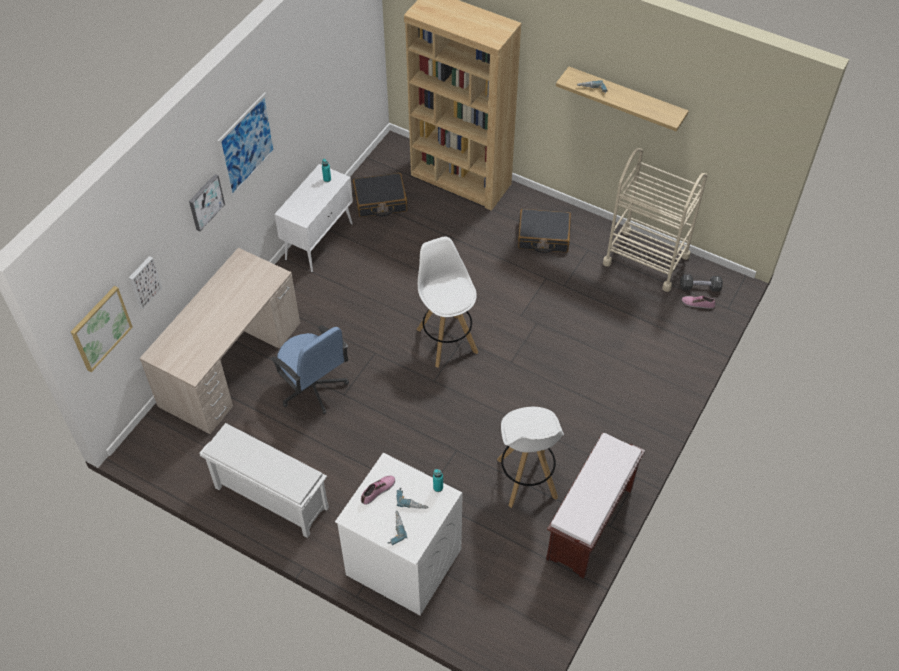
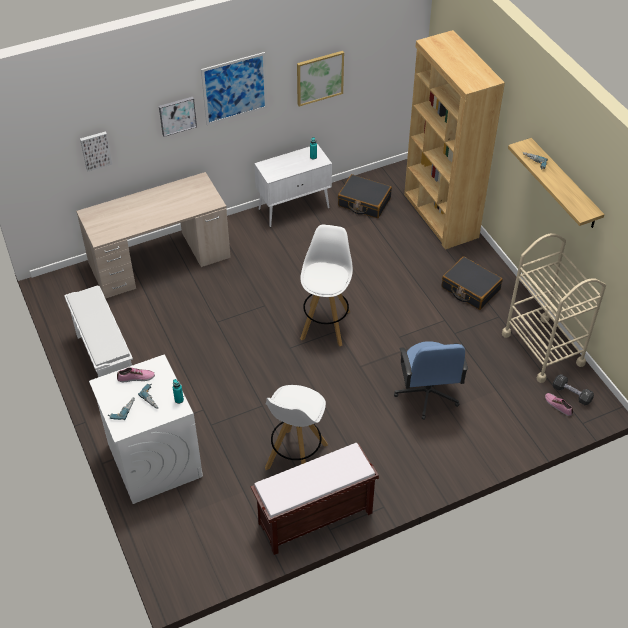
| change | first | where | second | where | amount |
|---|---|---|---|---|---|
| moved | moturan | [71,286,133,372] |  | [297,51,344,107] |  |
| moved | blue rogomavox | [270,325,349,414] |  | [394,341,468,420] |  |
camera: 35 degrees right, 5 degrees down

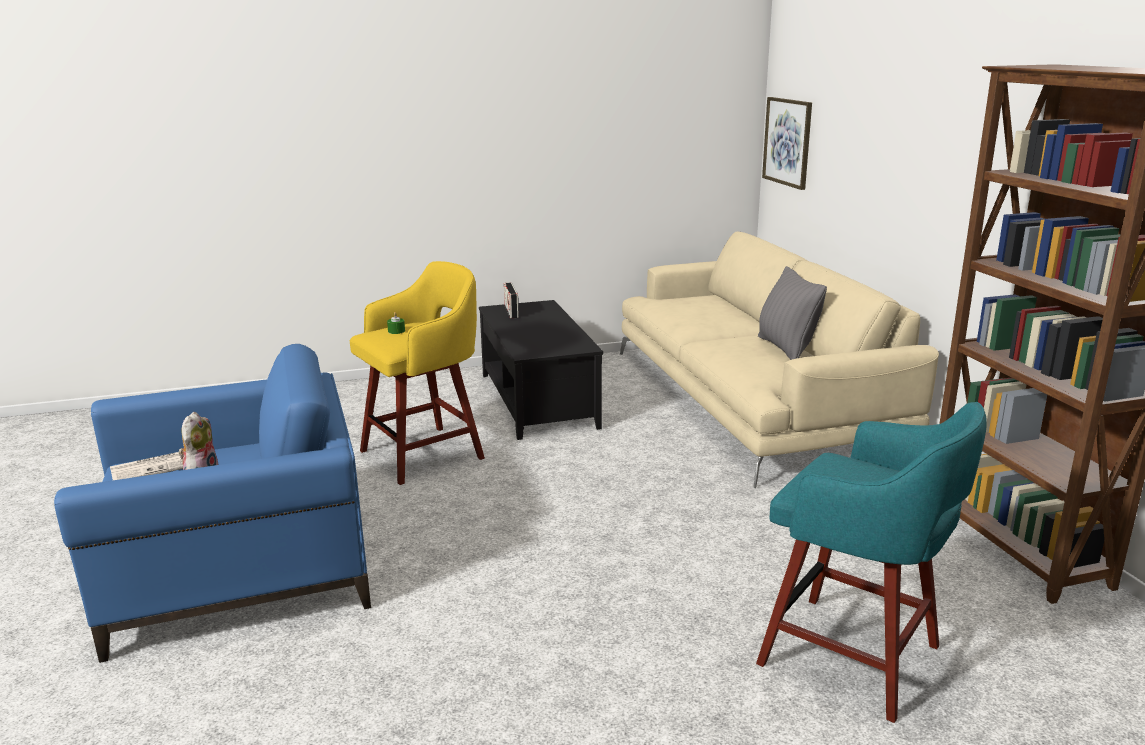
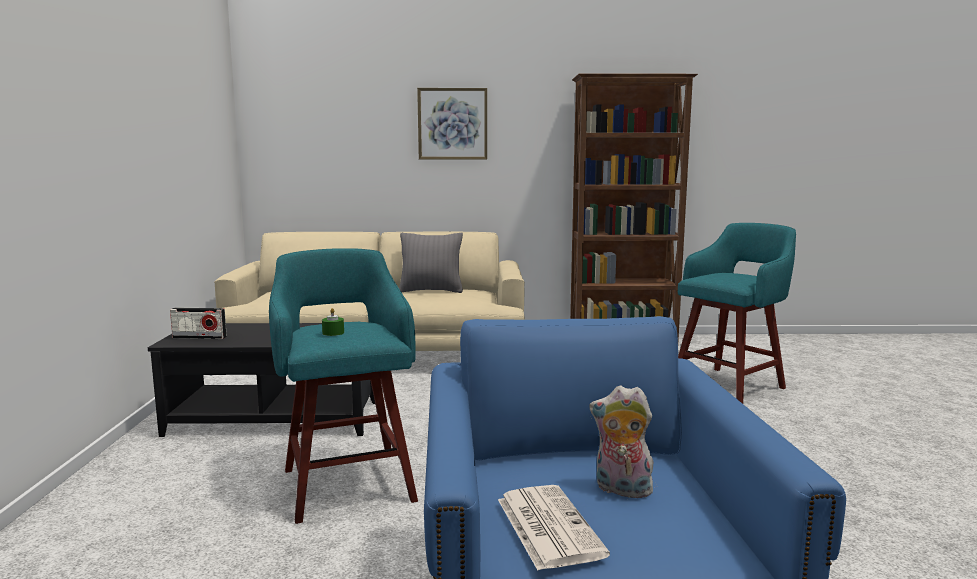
| change | first | where | second | where | amount |
|---|---|---|---|---|---|
| recoloured | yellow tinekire | [350,261,485,485] | turquoise tinekire | [269,248,418,524] |  |
| moved | moturan | [762,97,812,190] |  | [417,88,487,159] |  |
camera: 75 degrees left, 10 degrees down

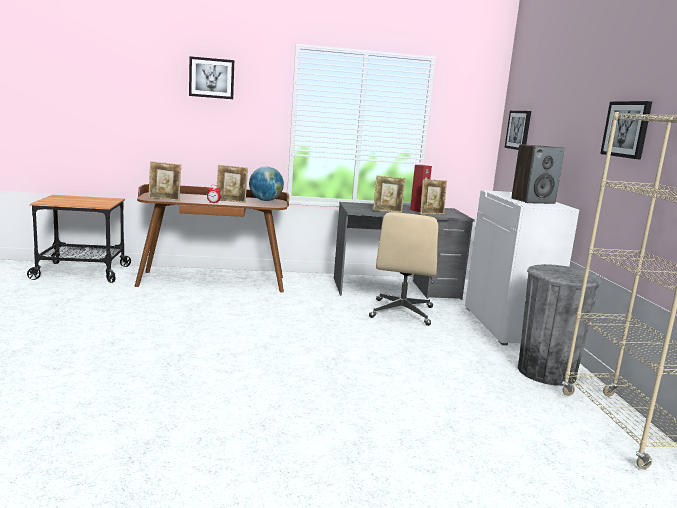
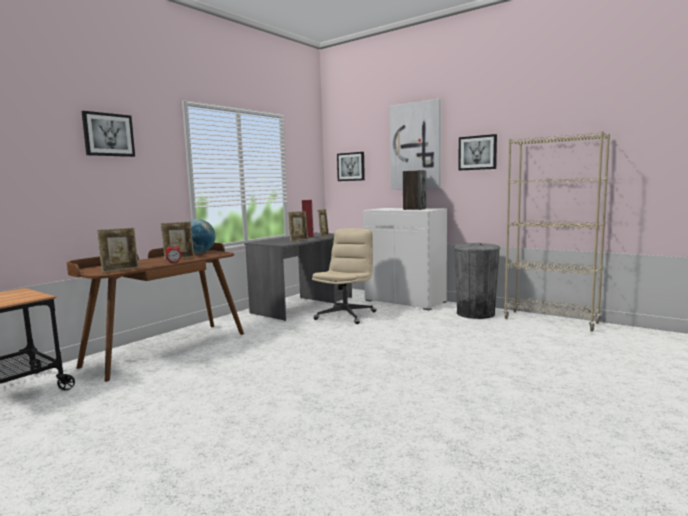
| change | first | where | second | where | amount |
|---|---|---|---|---|---|
| turned | beige rogomavox | [369,212,438,326] |  | [312,228,376,324] | 120 degrees counterclockwise |
| added |  |  | moturan | [390,98,441,190] |  |
camera: 45 degrees left, 5 degrees down

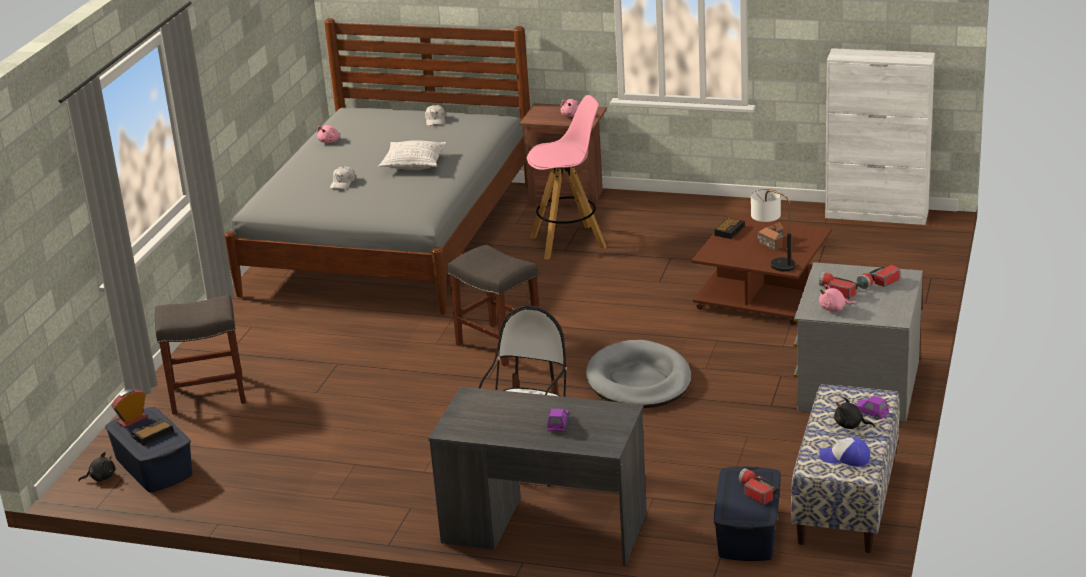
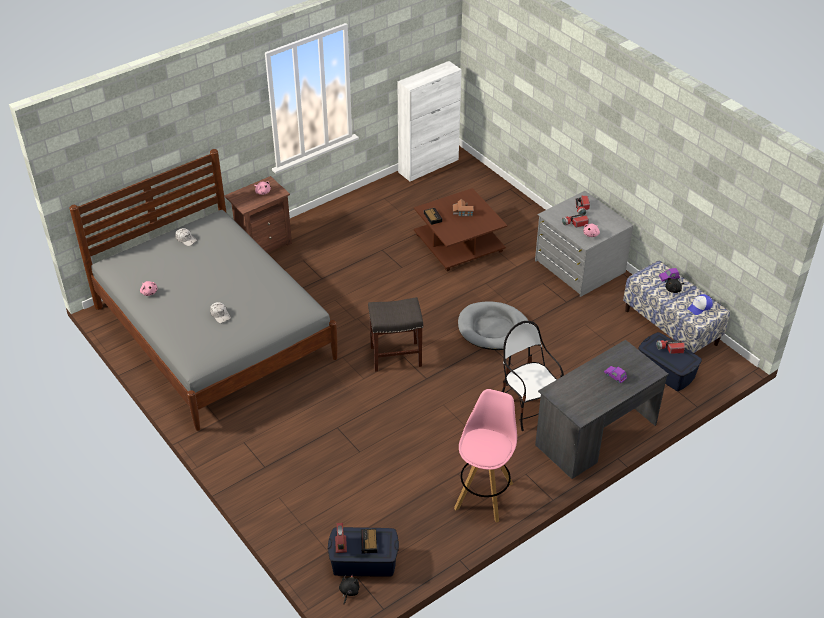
| change | first | where | second | where | amount |
|---|---|---|---|---|---|
| moved | pink tinekire | [527,95,607,260] |  | [454,389,517,523] |  |
| removed | grey tinekire | [155,295,246,415] |  |  |  |
| removed | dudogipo | [378,140,447,170] |  |  |  |
| removed | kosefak | [751,189,796,272] |  |  |  |
camera: 55 degrees left, 15 degrees up

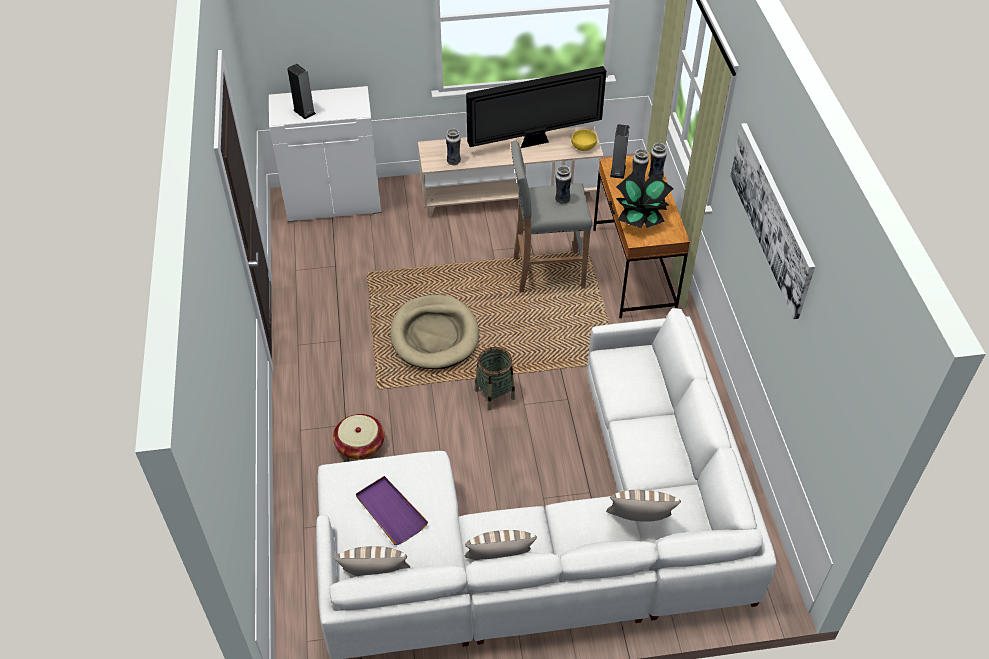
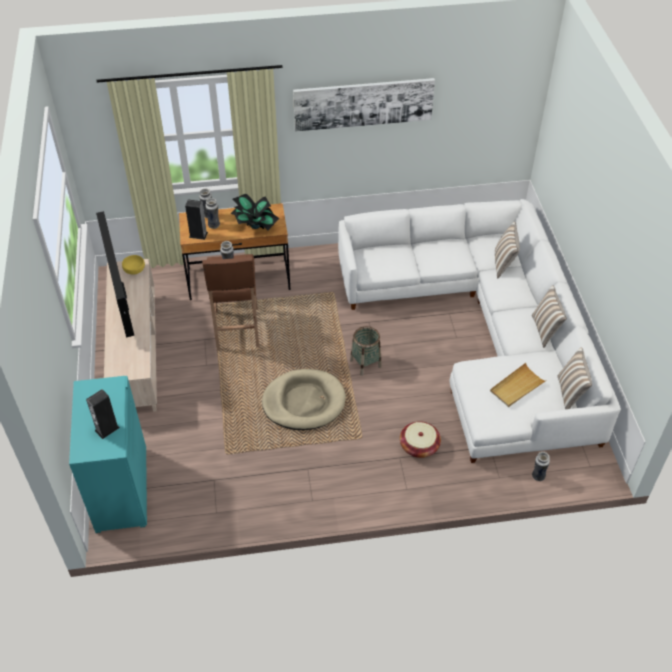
| change | first | where | second | where | amount |
|---|---|---|---|---|---|
| recoloured | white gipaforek | [269,86,381,222] | turquoise gipaforek | [69,376,147,533] |  |
| recoloured | grey tinekire | [511,140,592,292] | brown tinekire | [202,254,259,351] |  |
| recoloured | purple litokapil | [356,476,428,545] | beige litokapil | [490,363,547,407] |  |
| moved | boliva | [446,128,461,165] |  | [532,452,550,481] |  |
camera: 90 degrees left, 0 degrees up

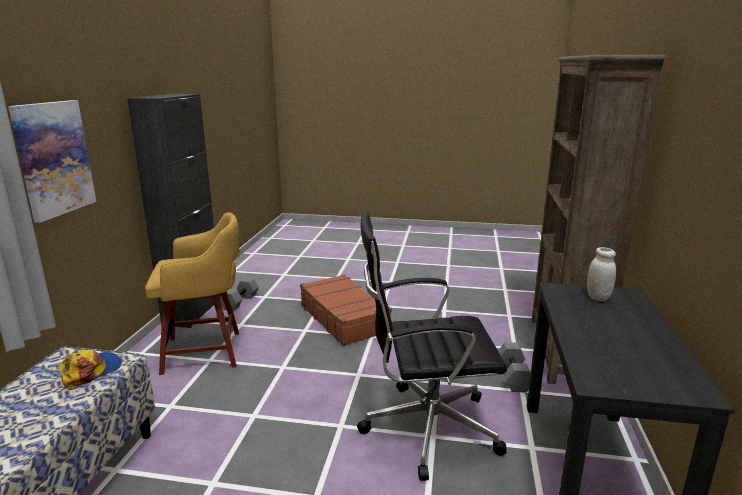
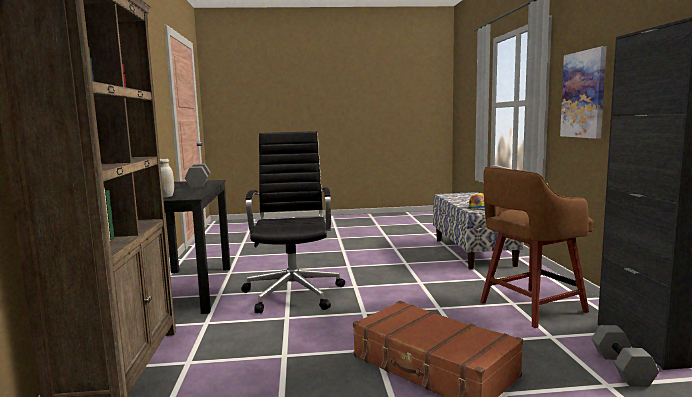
| change | first | where | second | where | amount |
|---|---|---|---|---|---|
| moved | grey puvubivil | [498,342,531,392] |  | [185,163,211,188] |  |
| turned | black rogomavox | [357,211,507,481] |  | [241,131,345,313] | 75 degrees counterclockwise |
| recoloured | yellow tinekire | [145,212,239,375] | brown tinekire | [480,167,593,328] |  |
camera: 165 degrees right, 10 degrees down

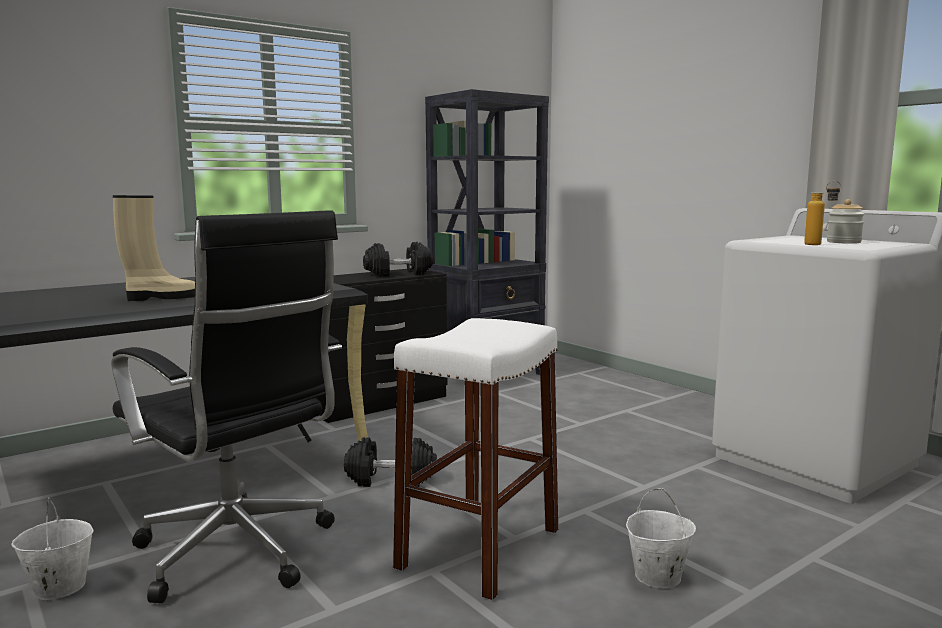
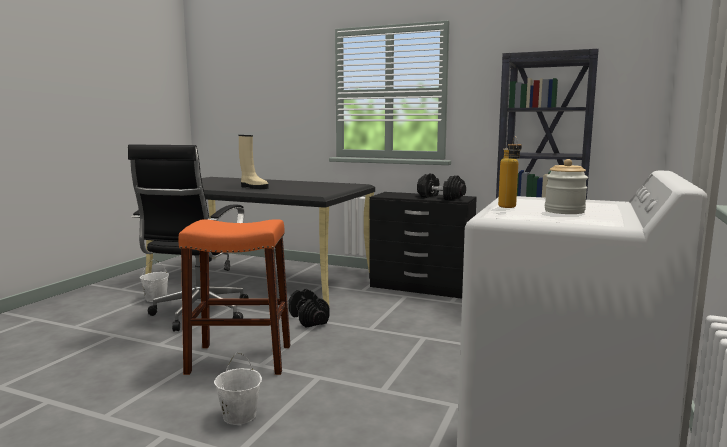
| change | first | where | second | where | amount |
|---|---|---|---|---|---|
| recoloured | white tinekire | [393,318,558,601] | orange tinekire | [178,219,290,375] |  |
camera: 60 degrees right, 0 degrees up

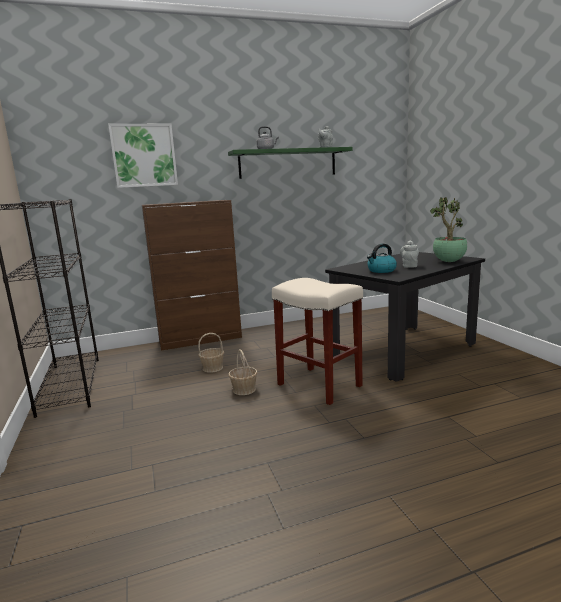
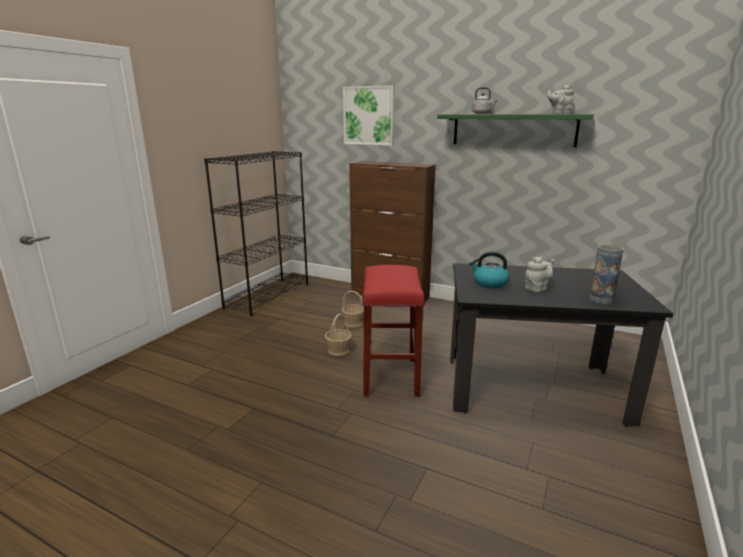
| change | first | where | second | where | amount |
|---|---|---|---|---|---|
| recoloured | beige tinekire | [272,278,363,405] | red tinekire | [362,265,425,397] |  |
| replaced | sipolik | [430,197,467,262] | boliva | [589,245,623,304] |  |
camera: 45 degrees right, 5 degrees up

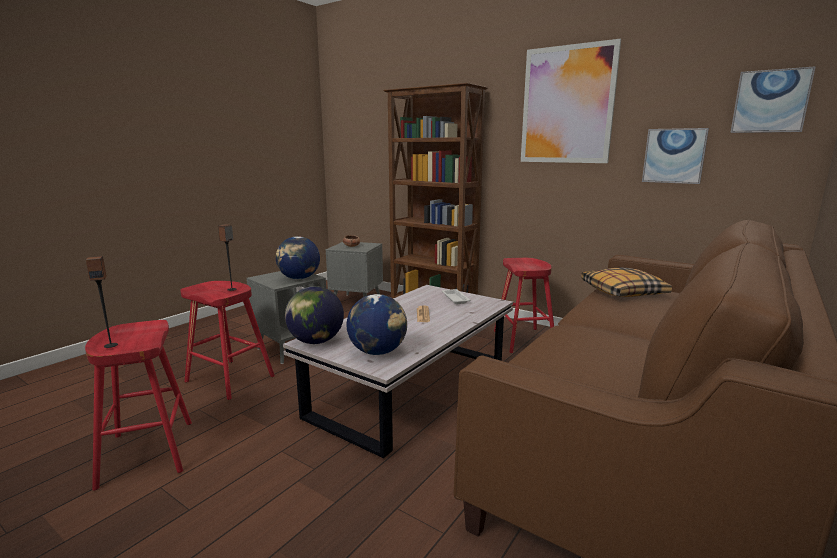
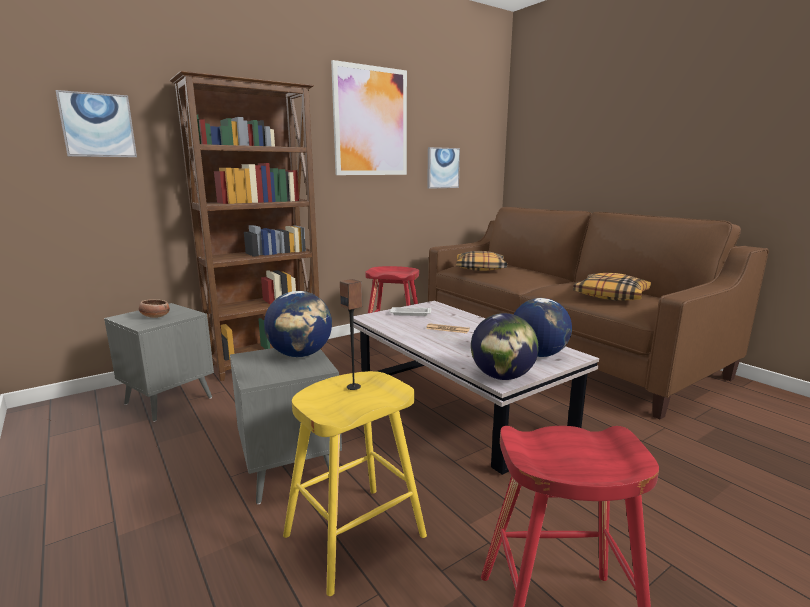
| change | first | where | second | where | amount |
|---|---|---|---|---|---|
| moved | moturan | [730,66,816,133] |  | [55,90,137,157] |  |
| recoloured | red tinekire | [180,281,275,400] | yellow tinekire | [283,371,427,596] |  |
| added |  |  | dudogipo | [573,273,651,300] |  |
| removed | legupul | [86,256,118,348] |  |  |  |
camera: 70 degrees left, 0 degrees up

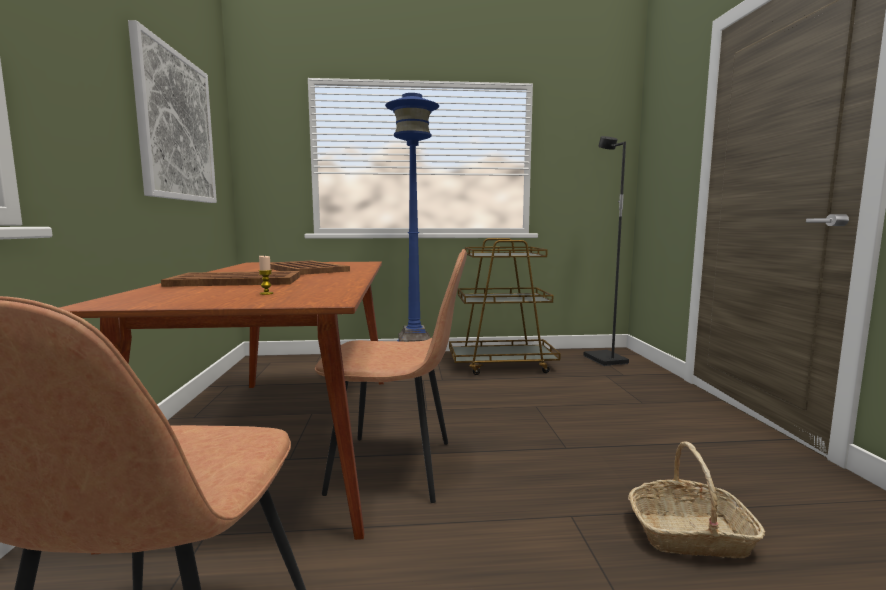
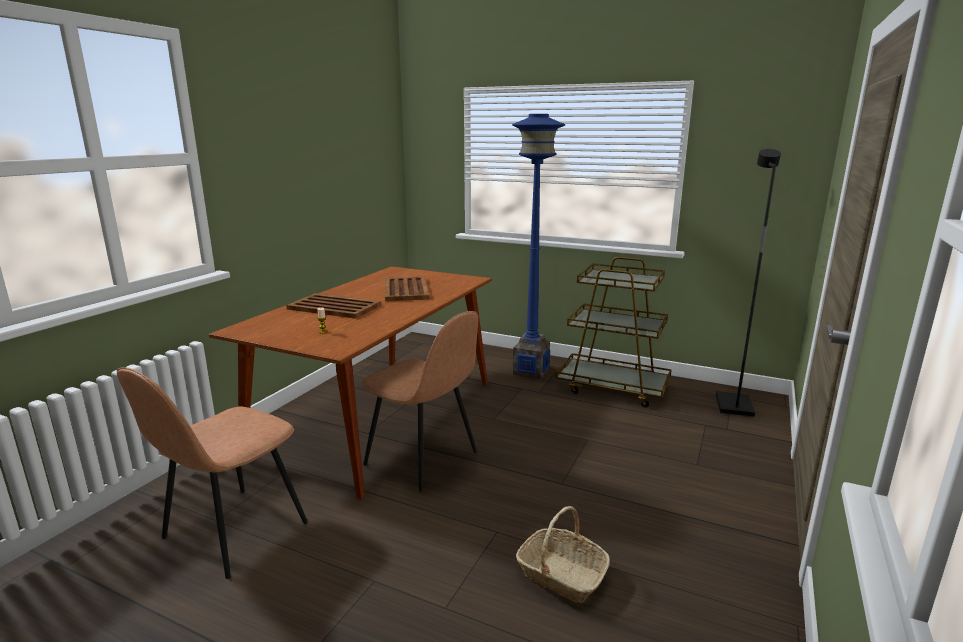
| change | first | where | second | where | amount |
|---|---|---|---|---|---|
| removed | moturan | [128,20,217,203] |  |  |  |
camera: 30 degrees right, 10 degrees up

